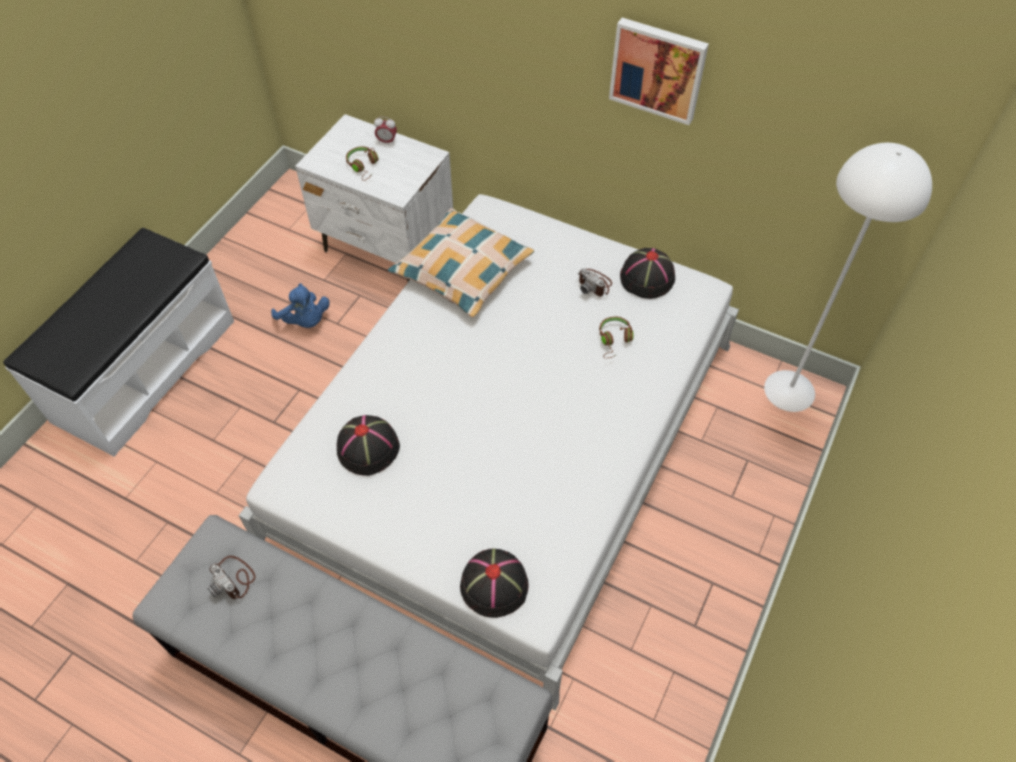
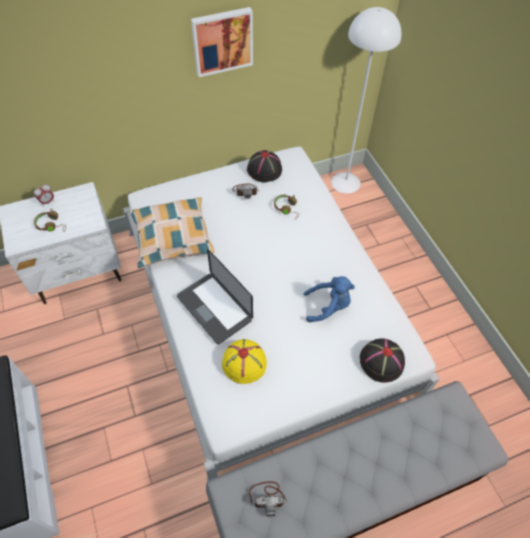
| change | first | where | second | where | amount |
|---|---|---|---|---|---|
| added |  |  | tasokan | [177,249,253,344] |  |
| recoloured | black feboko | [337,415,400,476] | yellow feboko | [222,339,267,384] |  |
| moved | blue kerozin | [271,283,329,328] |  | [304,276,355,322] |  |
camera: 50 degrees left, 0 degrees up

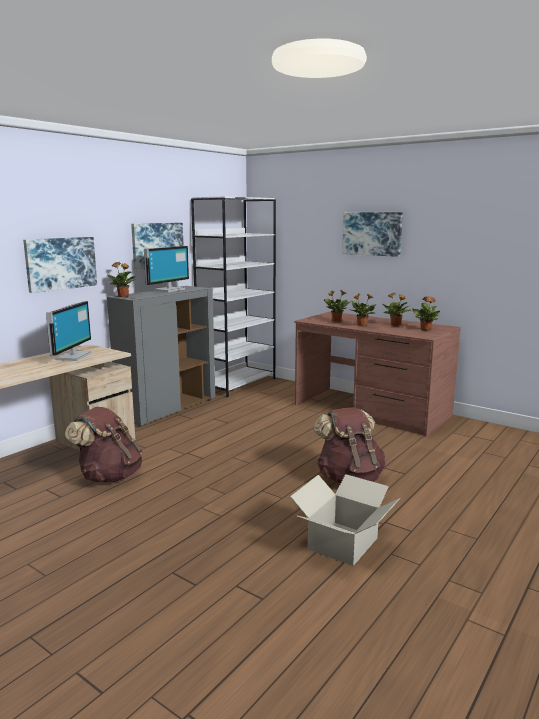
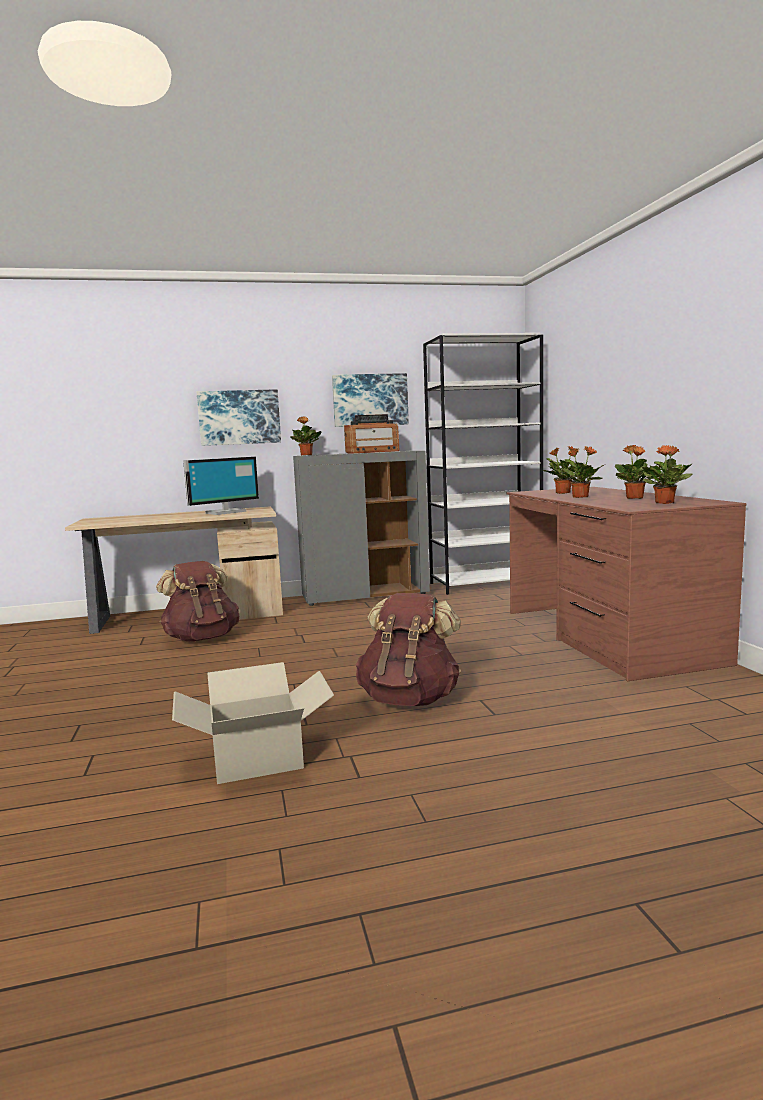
| change | first | where | second | where | amount |
|---|---|---|---|---|---|
| replaced | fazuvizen | [144,246,189,292] | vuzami | [344,414,399,453] |  |
| removed | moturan | [342,212,403,257] |  |  |  |
camera: 40 degrees right, 5 degrees down

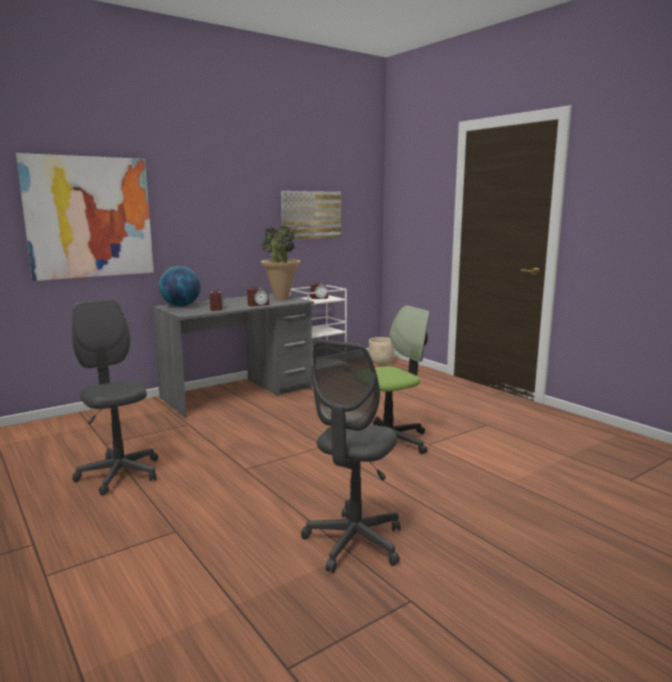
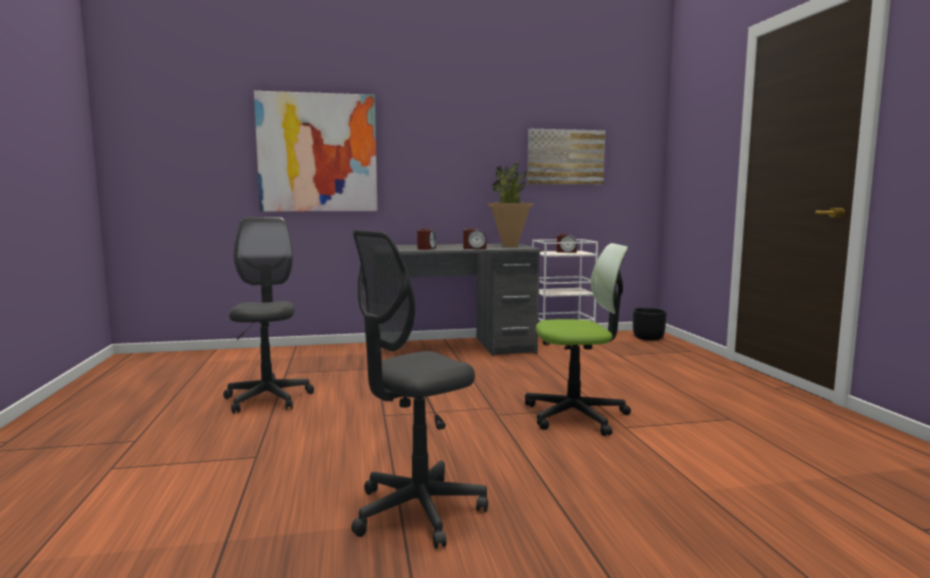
| change | first | where | second | where | amount |
|---|---|---|---|---|---|
| recoloured | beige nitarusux | [369,337,395,364] | black nitarusux | [633,308,667,341] |  |
| removed | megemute | [159,266,201,307] |  |  |  |
camera: 25 degrees right, 5 degrees down

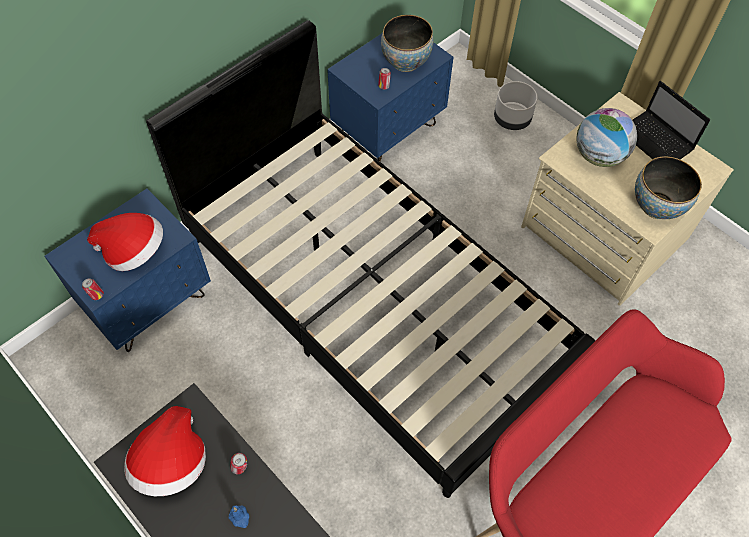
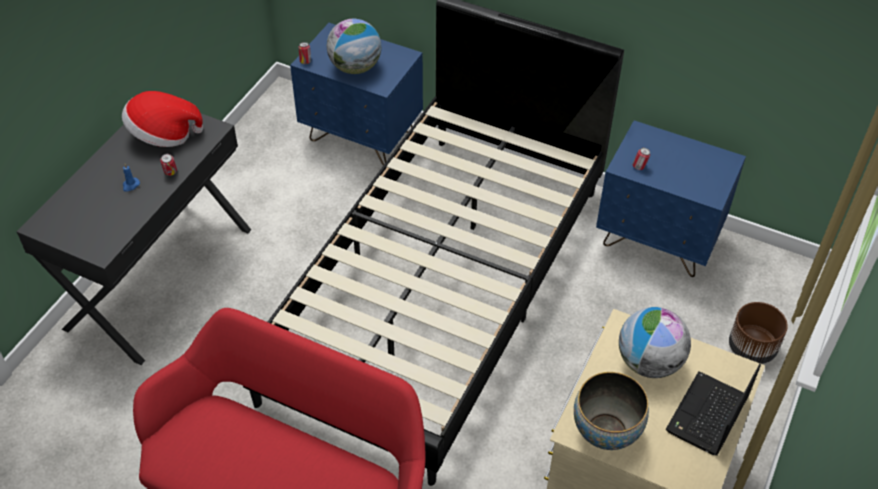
| change | first | where | second | where | amount |
|---|---|---|---|---|---|
| replaced | feboko | [87,213,163,271] | megemute | [327,19,381,74] |  |
| recoloured | grey nitarusux | [494,81,538,130] | brown nitarusux | [729,302,788,364] |  |
| removed | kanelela | [381,15,433,72] |  |  |  |
camera: 70 degrees right, 10 degrees down

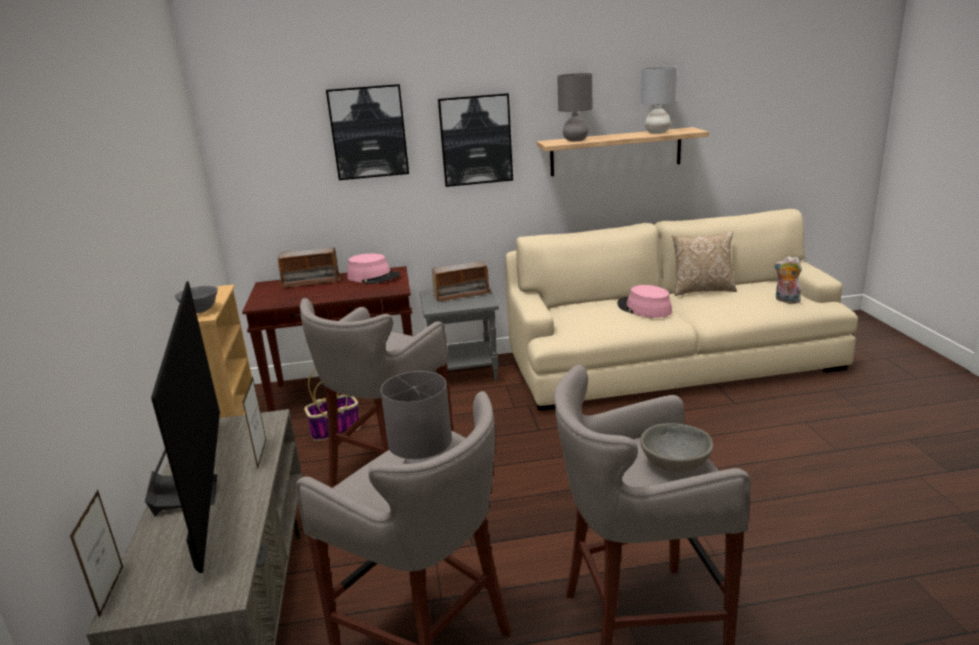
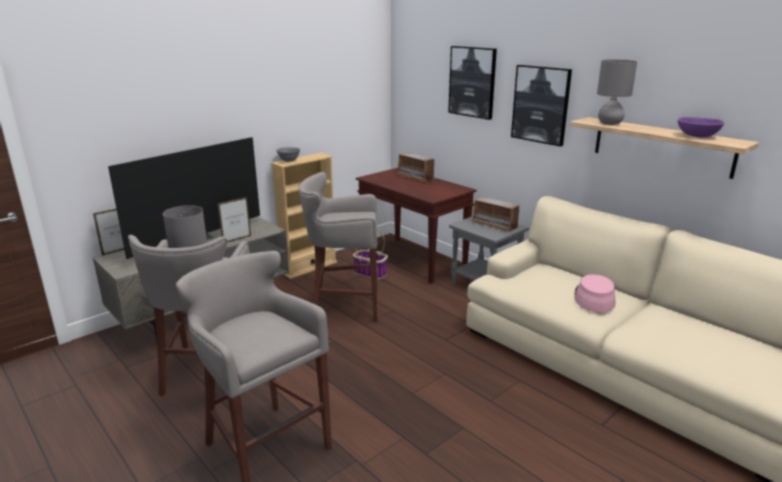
| change | first | where | second | where | amount |
|---|---|---|---|---|---|
| replaced | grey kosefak | [641,66,677,134] | purple kanelela | [678,117,724,137] |  |
| removed | pink feboko | [347,253,400,284] |  |  |  |
| removed | grey kanelela | [640,423,713,472] |  |  |  |
| removed | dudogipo | [672,231,737,296] |  |  |  |
| removed | kerozin | [774,256,802,304] |  |  |  |
camera: 55 degrees right, 0 degrees up

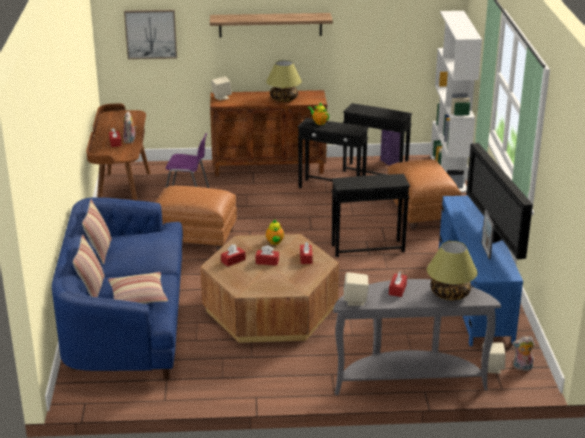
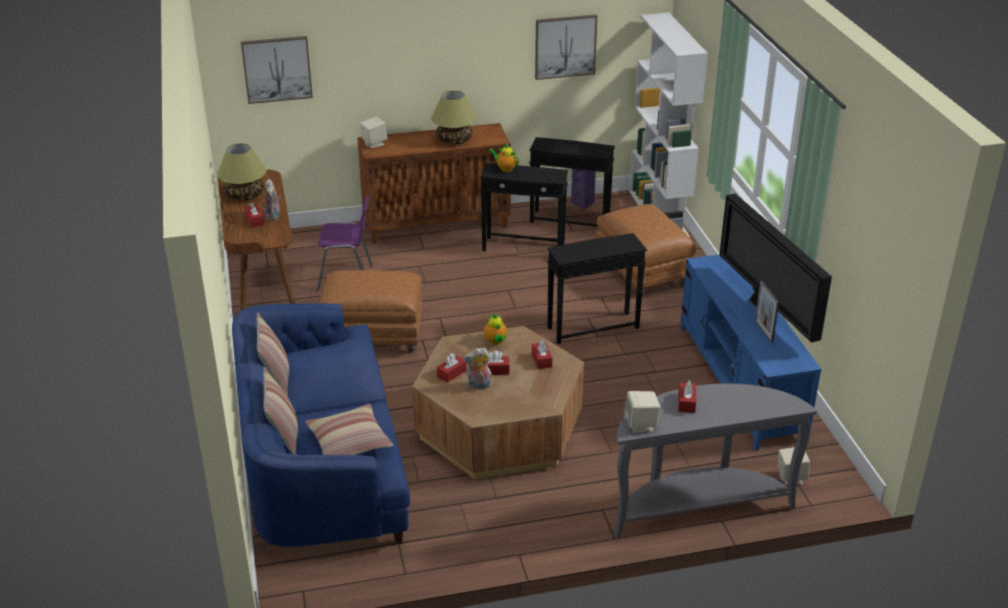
| change | first | where | second | where | amount |
|---|---|---|---|---|---|
| moved | kosefak | [427,241,477,300] |  | [217,143,266,201] |  |
| moved | kerozin | [513,336,535,371] |  | [463,347,492,389] |  |
| added |  |  | moturan | [535,15,597,80] |  |
| removed | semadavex | [210,13,333,37] |  |  |  |
camera: 10 degrees left, 5 degrees up

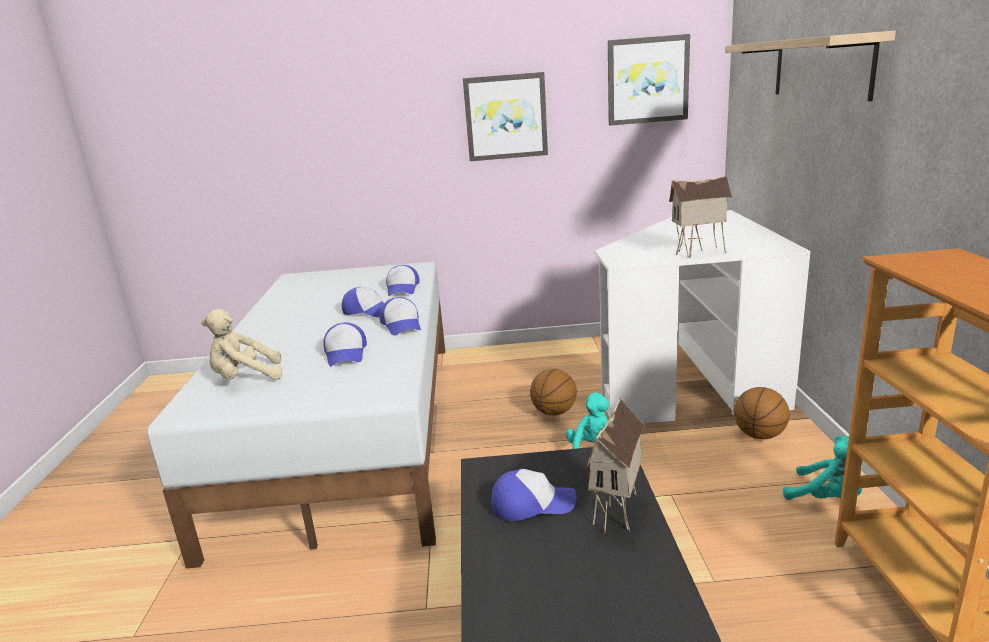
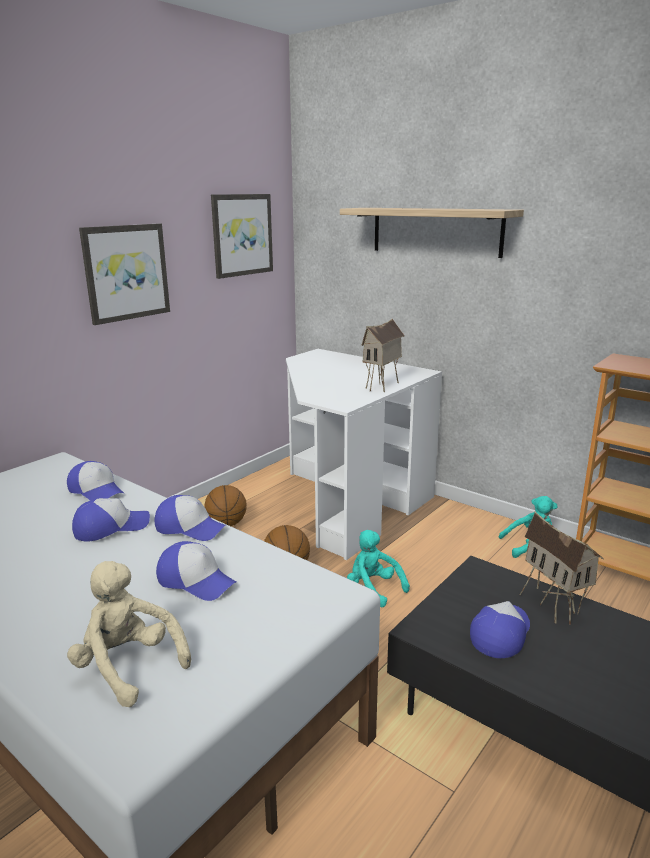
| change | first | where | second | where | amount |
|---|---|---|---|---|---|
| turned | beige kerozin | [201,309,282,380] |  | [67,561,191,707] | 105 degrees clockwise |
| moved | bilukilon | [734,387,790,439] |  | [205,485,247,526] |  |
camera: 50 degrees left, 0 degrees up

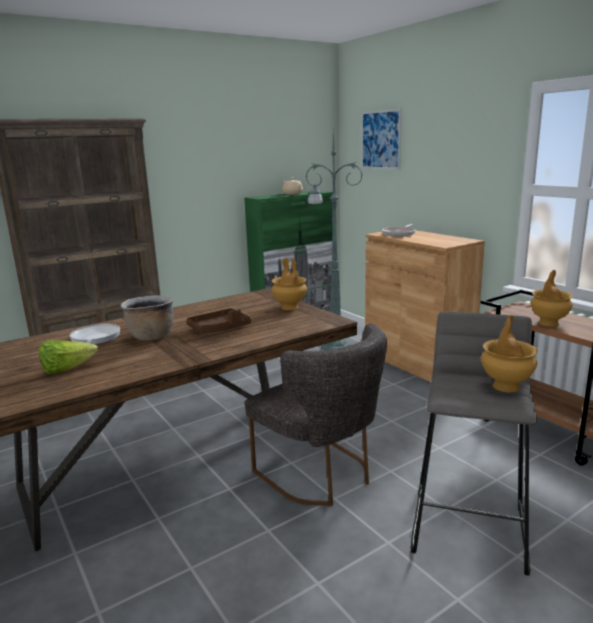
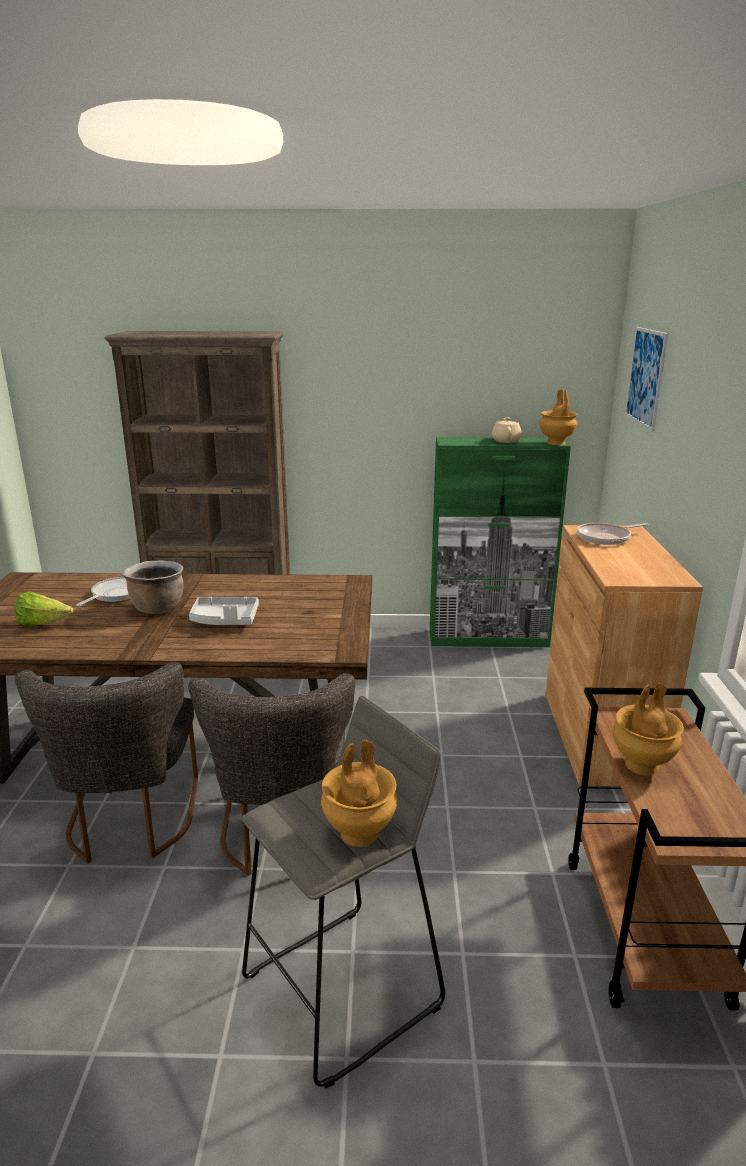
| change | first | where | second | where | amount |
|---|---|---|---|---|---|
| added |  |  | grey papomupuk | [15,662,198,863] |  |
| recoloured | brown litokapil | [186,308,251,333] | grey litokapil | [189,597,259,625] |  |
| moved | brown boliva | [271,258,307,310] |  | [539,389,578,445] |  |
| removed | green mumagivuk | [306,130,363,350] |  |  |  |
camera: 35 degrees right, 5 degrees up

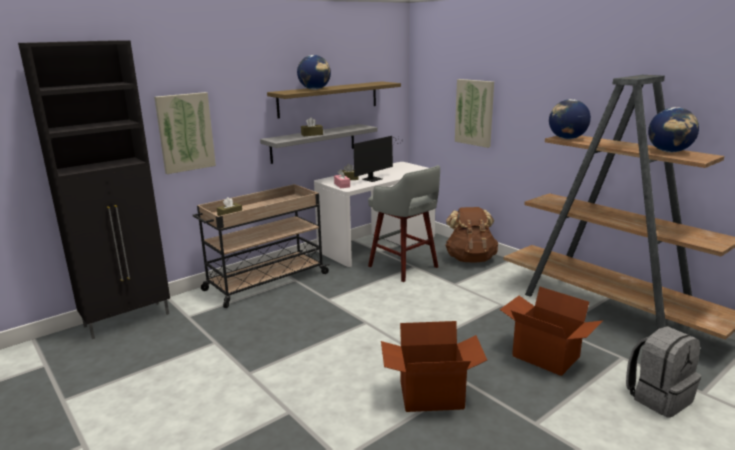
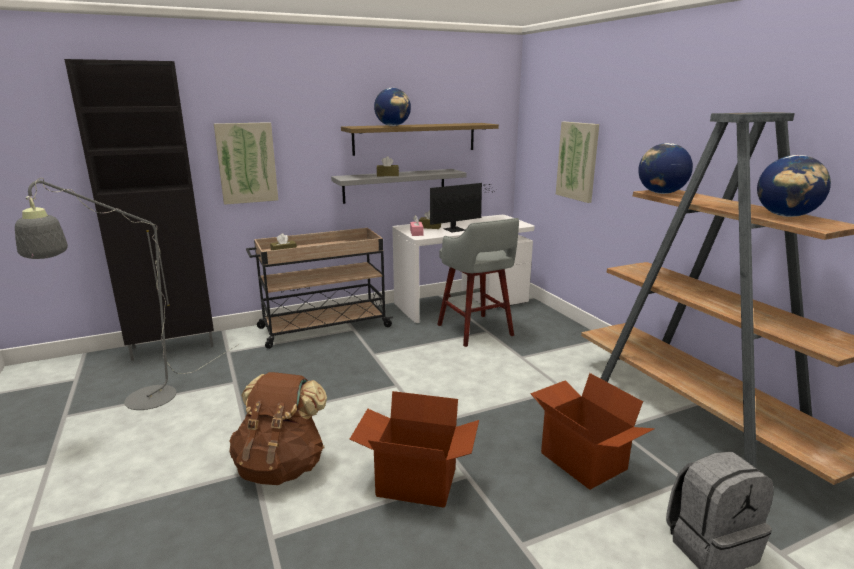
| change | first | where | second | where | amount |
|---|---|---|---|---|---|
| added |  |  | grey mumagivuk | [15,178,239,410] |  |
| moved | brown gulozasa | [445,207,499,263] |  | [229,372,327,485] |  |
camera: 15 degrees right, 0 degrees up

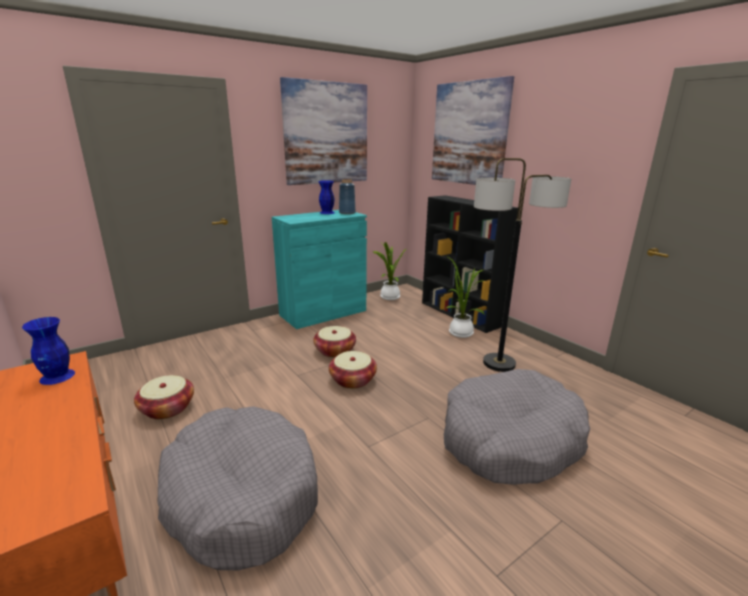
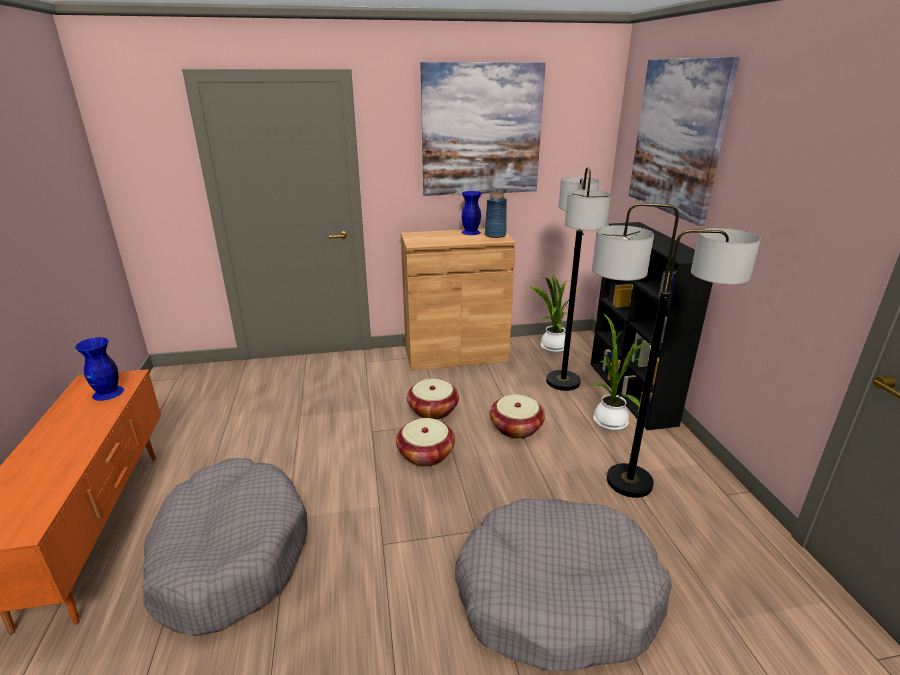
| change | first | where | second | where | amount |
|---|---|---|---|---|---|
| recoloured | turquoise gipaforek | [272,210,367,329] | brown gipaforek | [401,229,516,371] |  |
| moved | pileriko | [134,375,194,419] |  | [490,394,545,439] |  |
| added |  |  | mumagivuk | [546,167,611,391] |  |
camera: 25 degrees right, 5 degrees up

